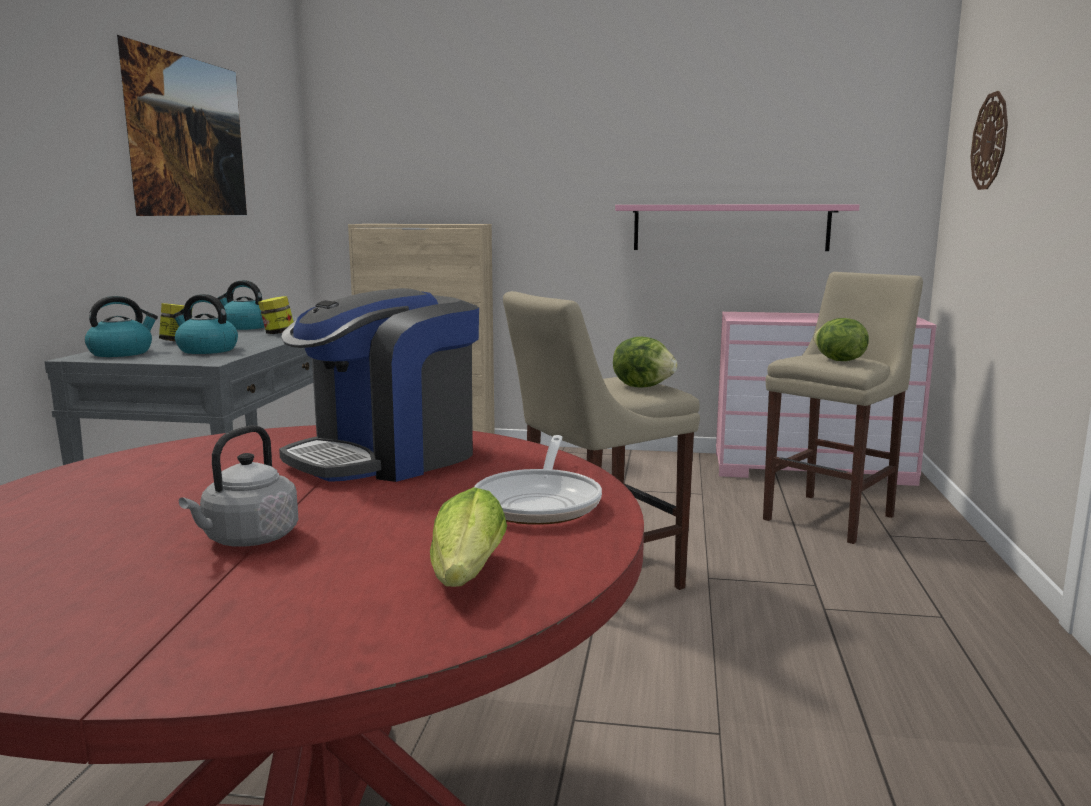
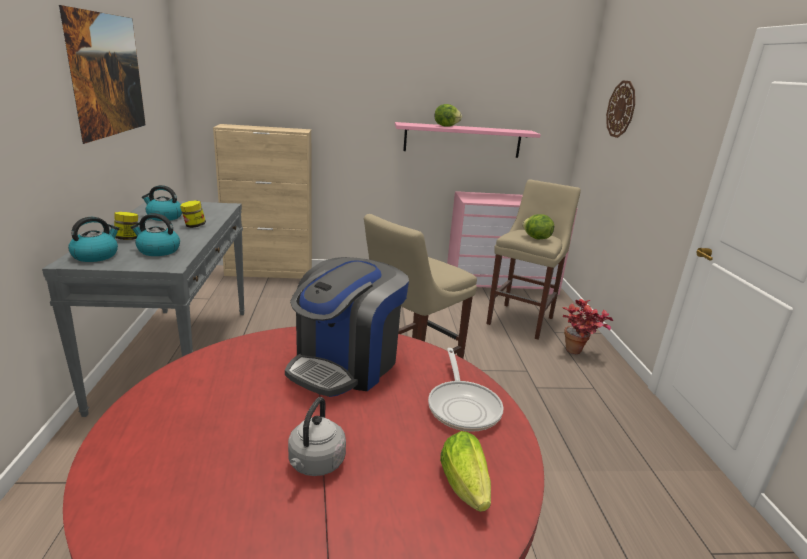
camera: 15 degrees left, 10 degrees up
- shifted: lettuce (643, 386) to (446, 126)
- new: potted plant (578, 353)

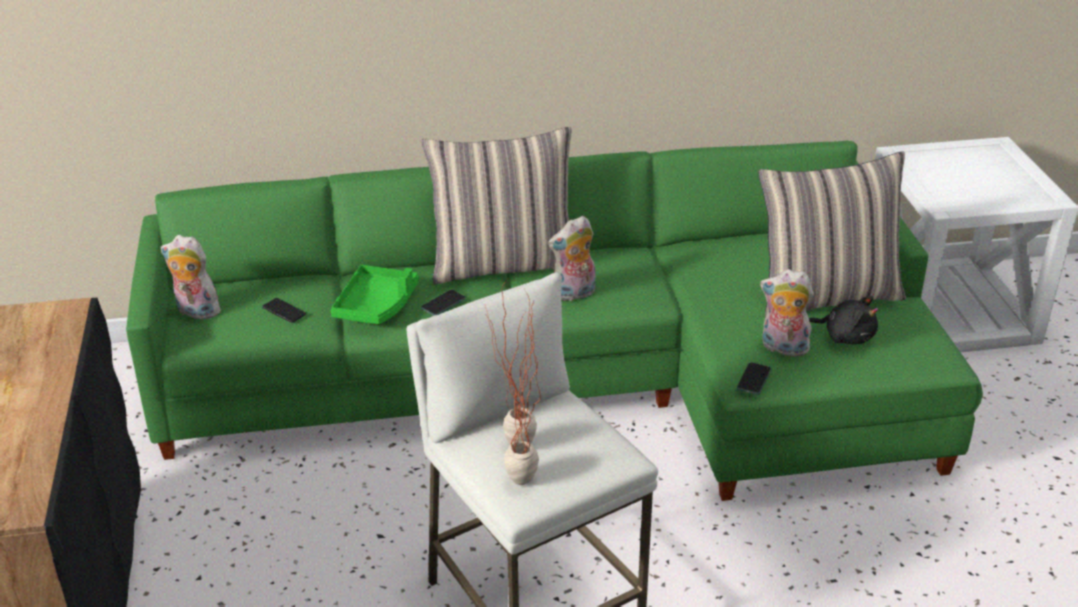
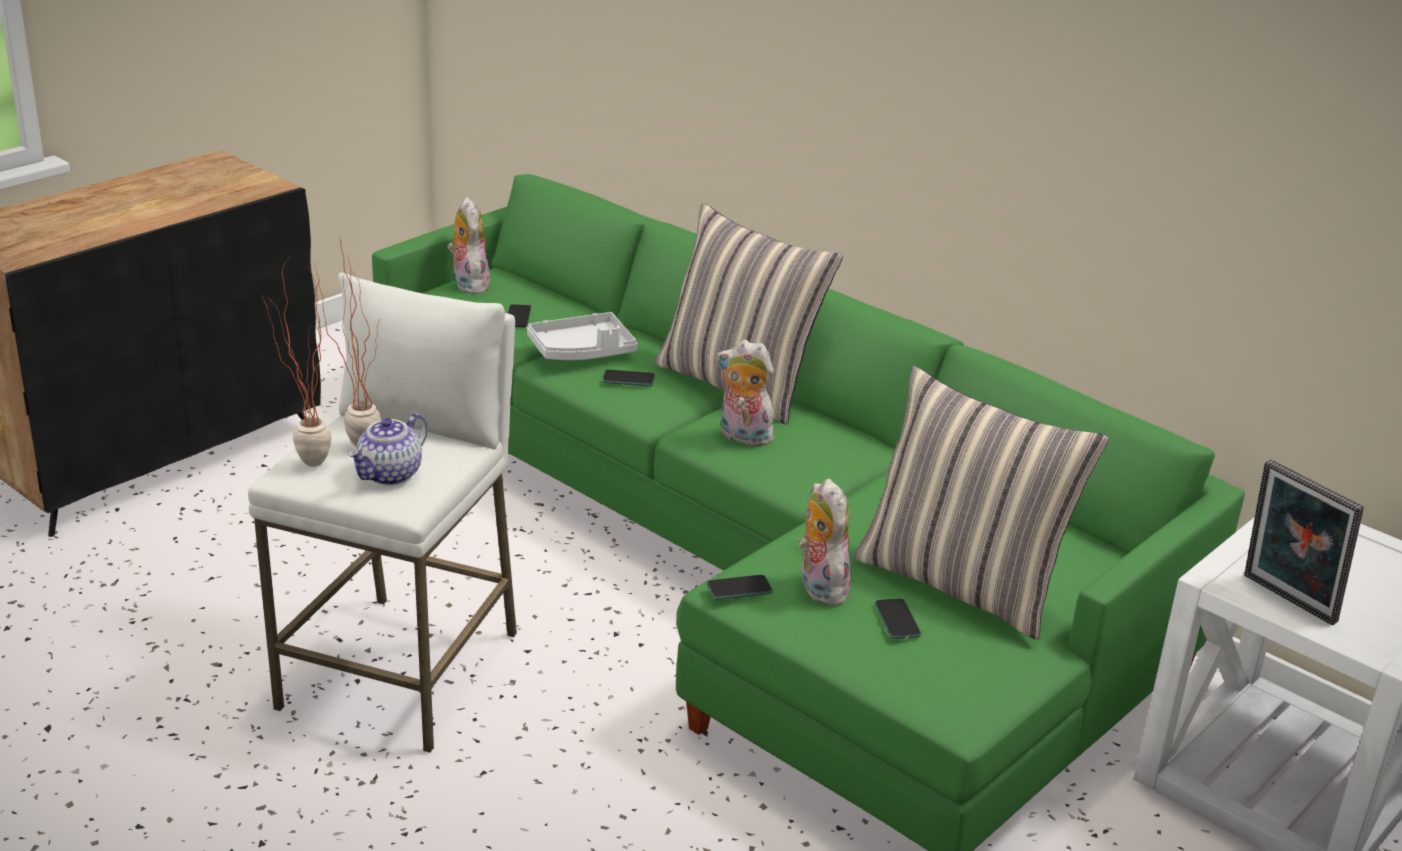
camera: 50 degrees right, 5 degrees down
- repainted: tray in green (377, 305) to tray in grey (582, 351)
- swapped: plush toy in black (845, 336) to phone (897, 620)
- new: teapot (390, 475)
- new: picture frame (1285, 600)

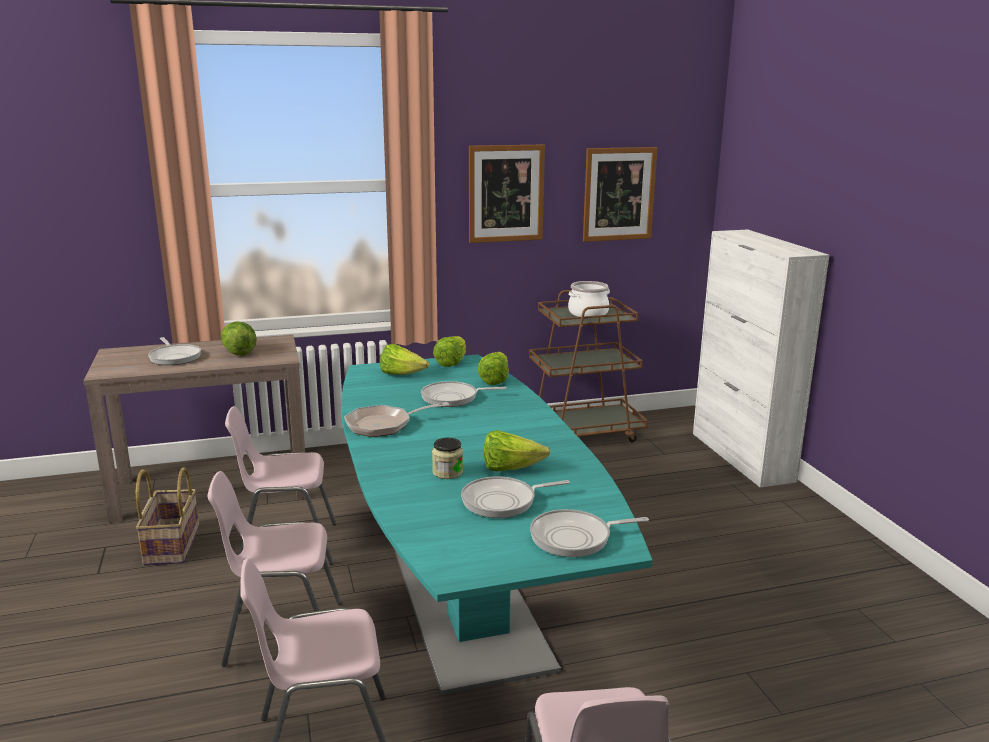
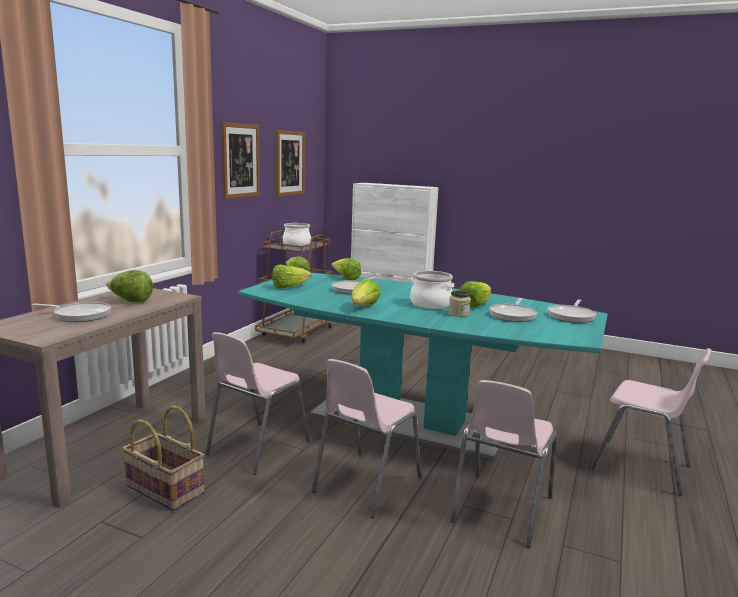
camera: 50 degrees left, 5 degrees down
- swapped: frying pan (384, 425) to lettuce (363, 308)
- new: cooking pot (431, 304)

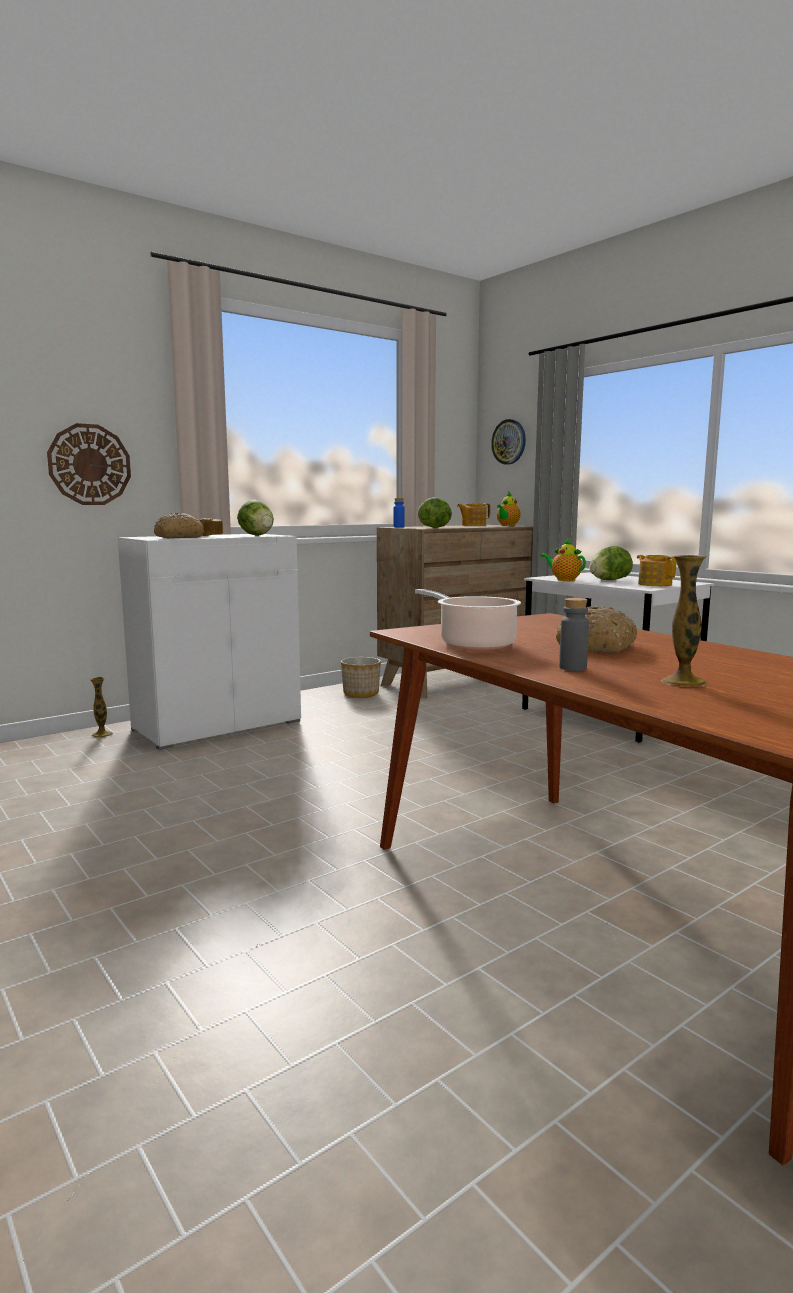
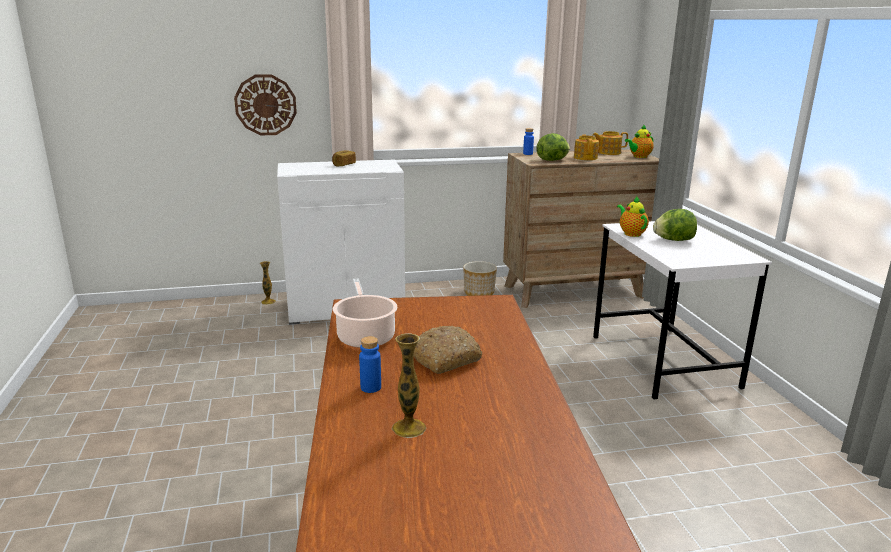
camera: 25 degrees right, 10 degrees up
- gone: wall clock (509, 442)
- gone: lettuce (257, 535)
- gone: bread (178, 537)
- shifted: teapot (654, 584) to (585, 158)
- repainted: bottle in grey (572, 668) to bottle in blue (370, 387)

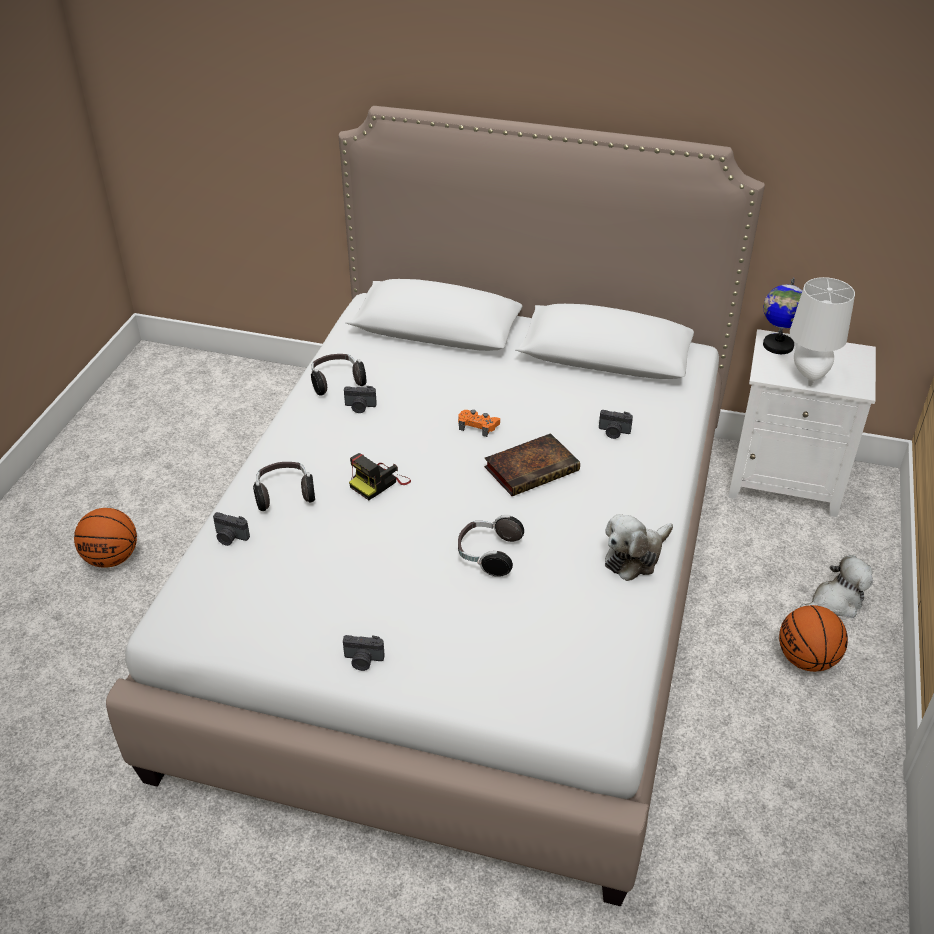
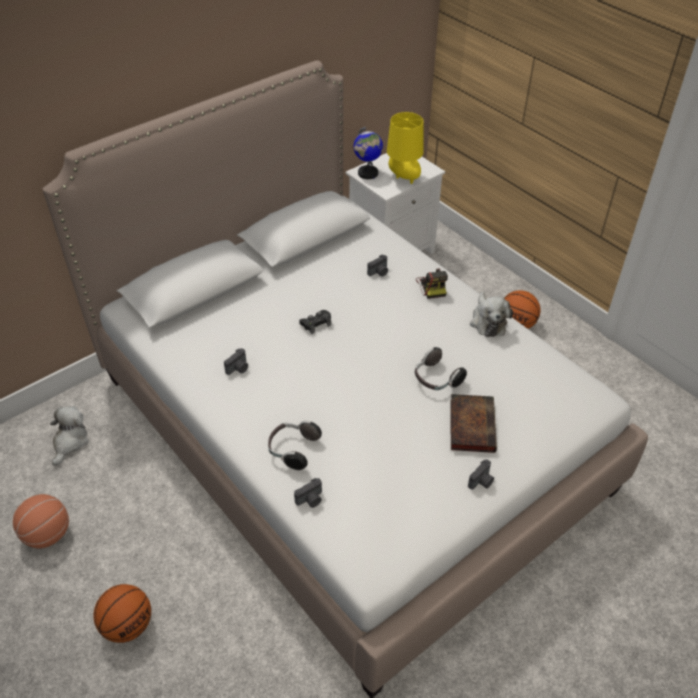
camera: 55 degrees left, 5 degrees up
- repainted: table lamp in white (808, 375) to table lamp in yellow (403, 179)
- gone: headphones (337, 382)
- repainted: game controller in orange (478, 426) to game controller in black (316, 323)
- shifted: book (533, 468) to (471, 424)
- shifted: photo camera (379, 482) to (432, 286)
- shifted: plush toy (835, 602) to (70, 442)
- new: basketball (48, 534)

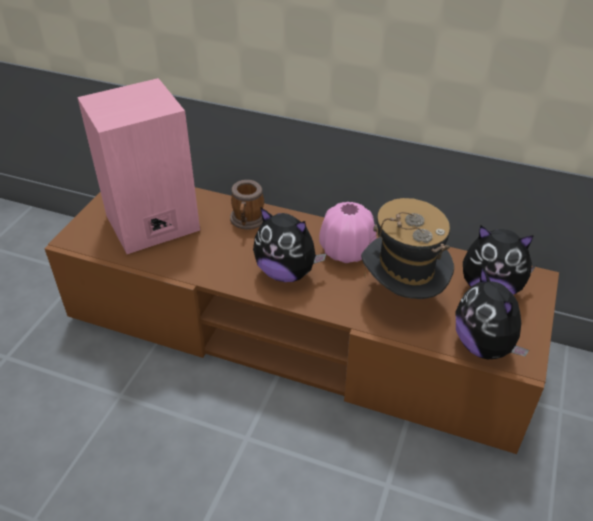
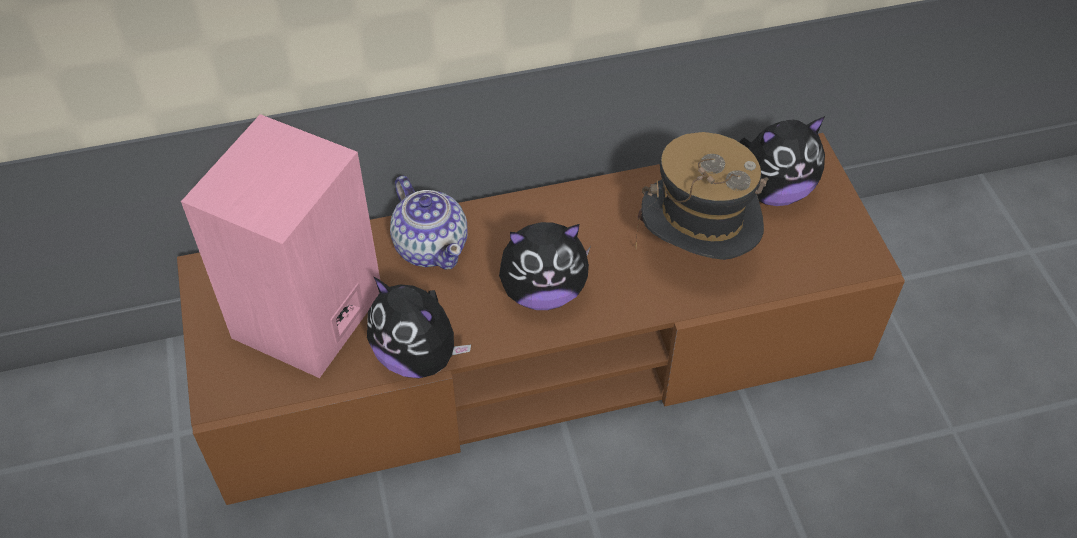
camera: 35 degrees left, 10 degrees up
- swapped: mug (248, 221) to teapot (431, 246)
- gone: vase in pink (347, 251)
- shifted: plush toy (484, 345) to (418, 356)

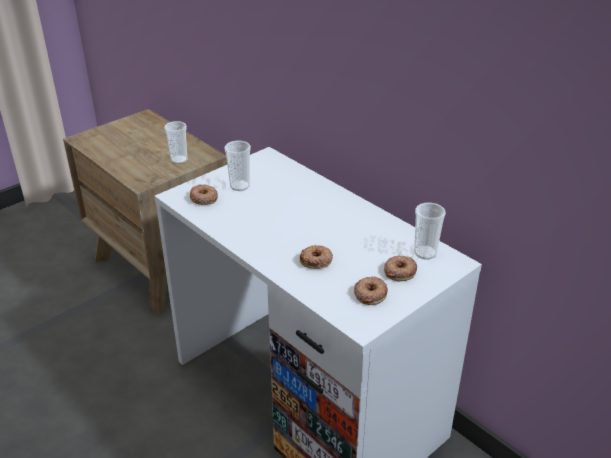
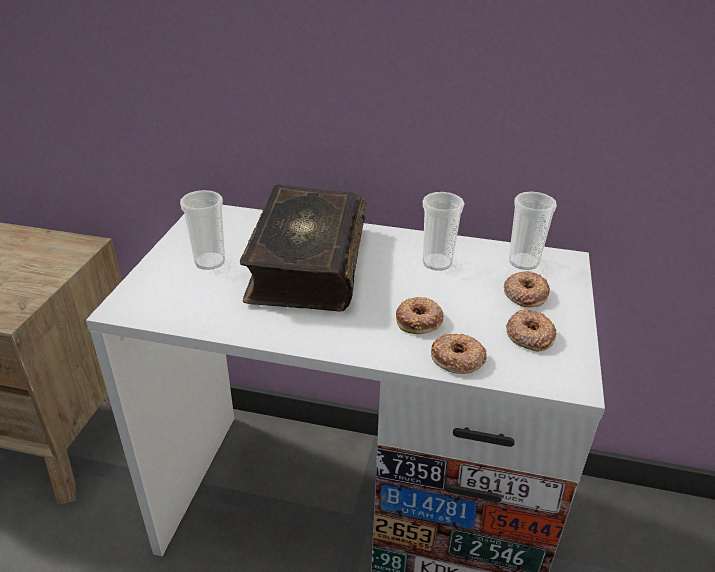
camera: 35 degrees left, 0 degrees up
- shifted: cup (179, 160) to (437, 262)
- shifted: donut (203, 198) to (457, 358)
- new: book (306, 264)

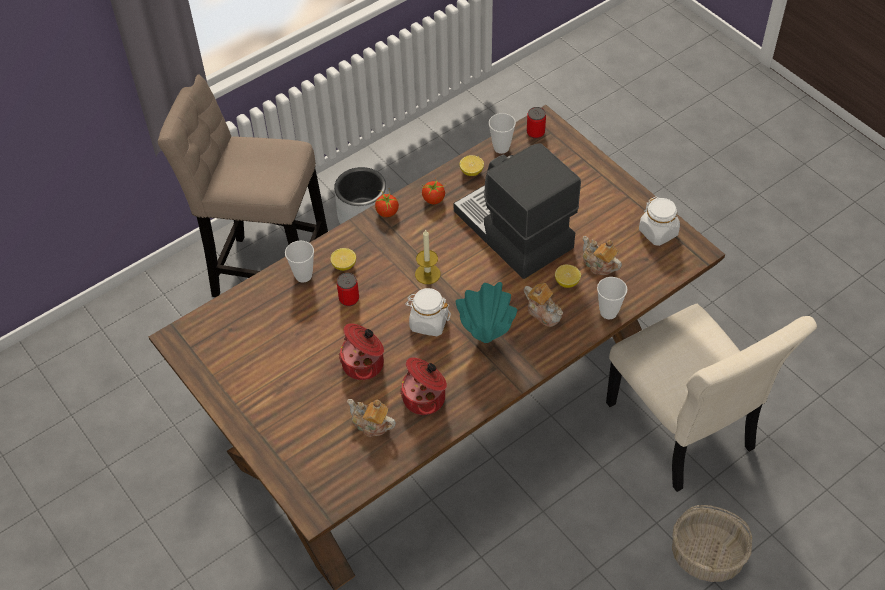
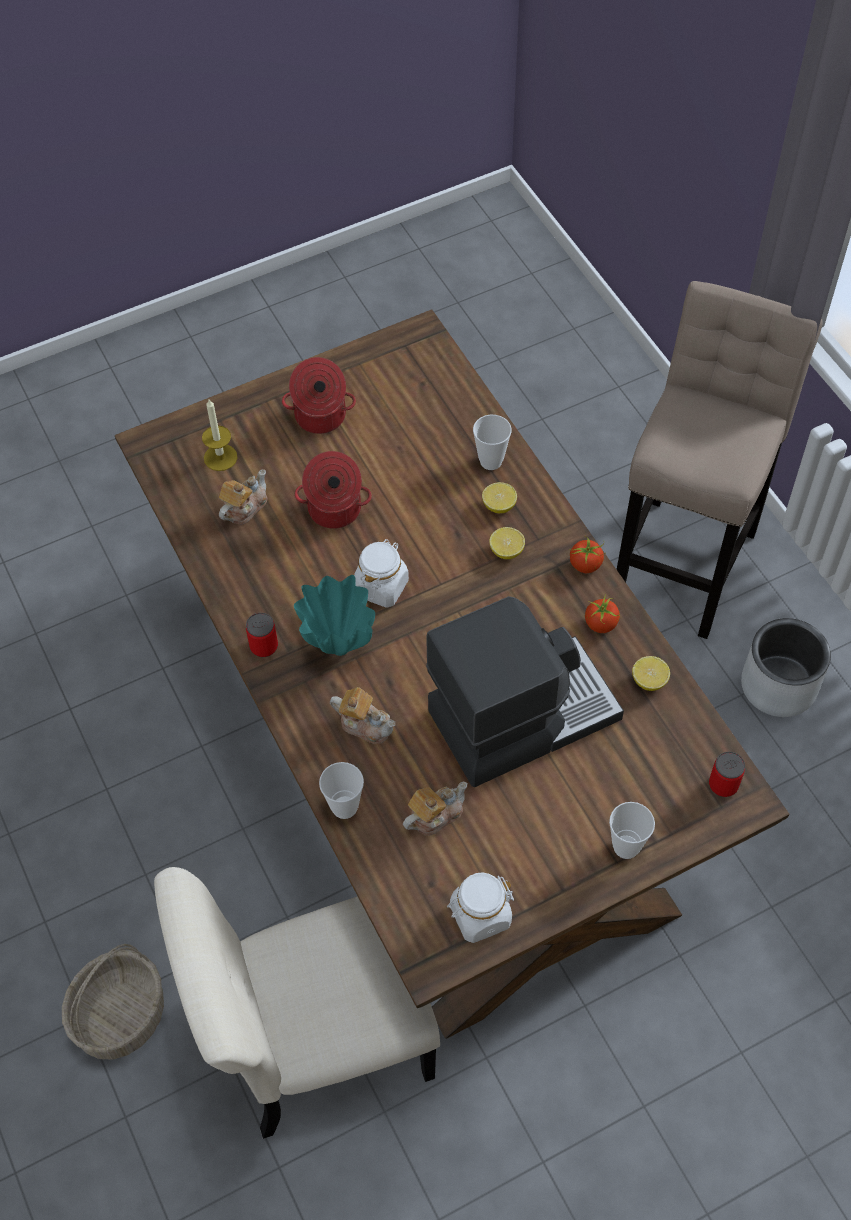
camera: 100 degrees right, 5 degrees up
- shifted: cup (501, 148) to (626, 847)
- shifted: candle (427, 274) to (220, 457)
- shifted: lemon (567, 282) to (506, 551)
- shifted: can (349, 299) to (264, 646)
- rotated: teapot (543, 312) = (365, 724) 120 degrees counterclockwise
- shifted: cooking pot (425, 398) to (320, 417)

